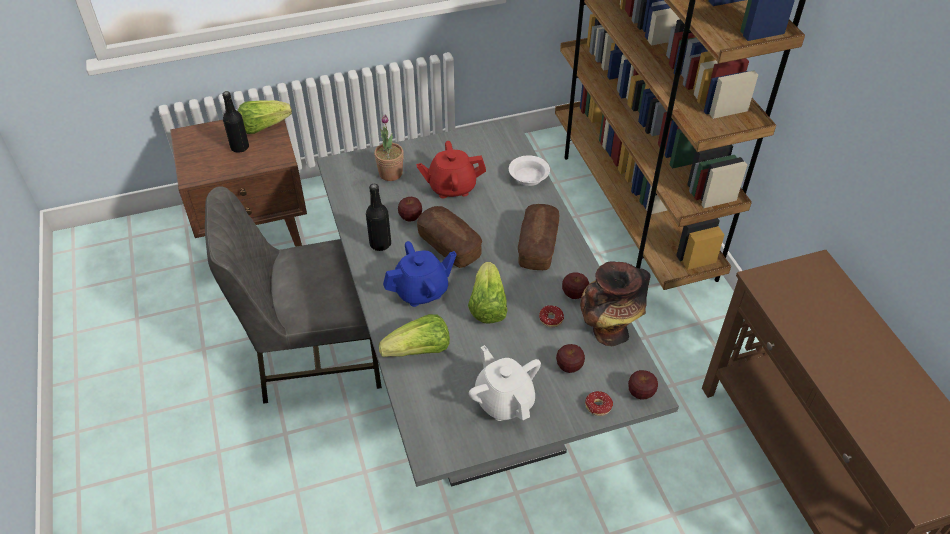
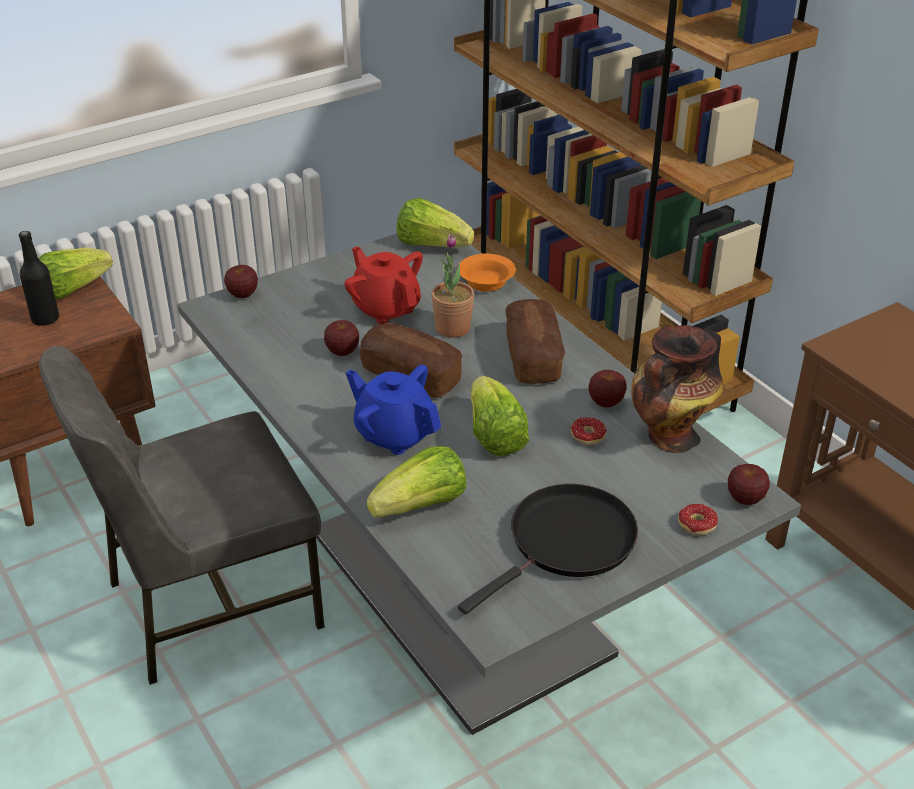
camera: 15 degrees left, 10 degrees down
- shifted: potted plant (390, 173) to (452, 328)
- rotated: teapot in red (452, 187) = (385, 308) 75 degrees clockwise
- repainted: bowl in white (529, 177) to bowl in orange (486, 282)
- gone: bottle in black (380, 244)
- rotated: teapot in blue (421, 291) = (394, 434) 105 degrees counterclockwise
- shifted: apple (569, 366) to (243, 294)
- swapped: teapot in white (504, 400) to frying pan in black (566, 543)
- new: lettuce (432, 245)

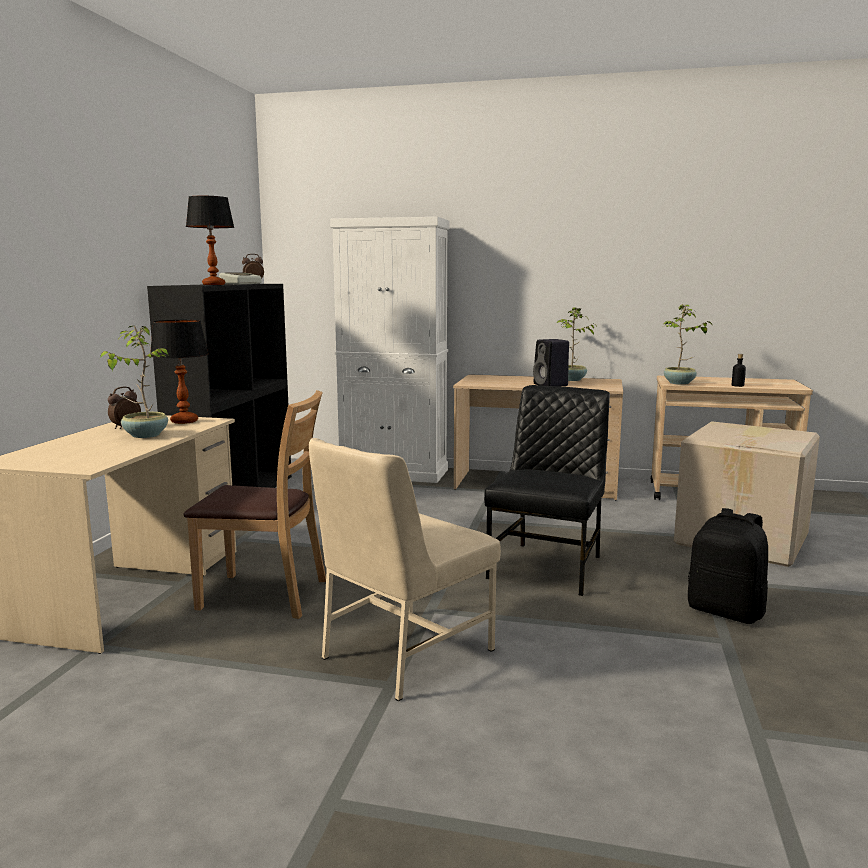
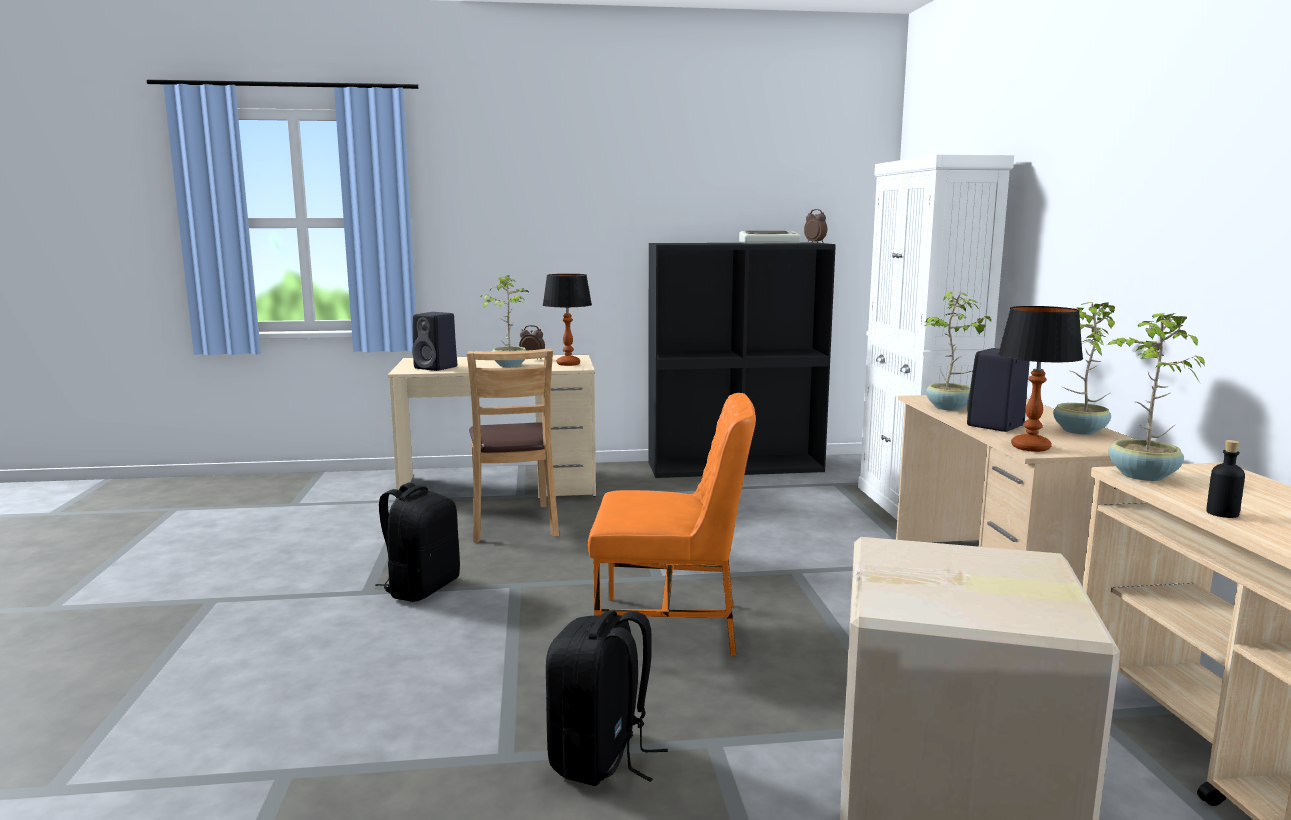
camera: 70 degrees right, 0 degrees up
- shifted: table lamp (213, 284) to (1030, 447)
- repainted: chair in black (548, 566) to chair in orange (671, 627)
- swapped: chair in beige (404, 653) to backpack in black (421, 588)
- new: potted plant (950, 408)
- new: speaker in black (437, 367)

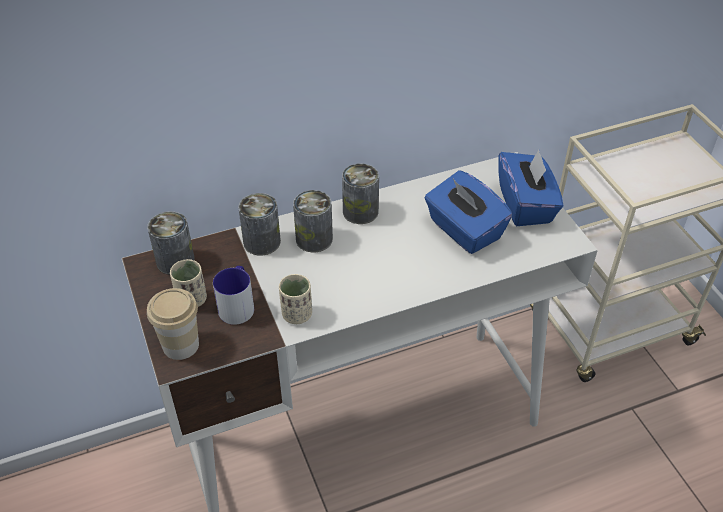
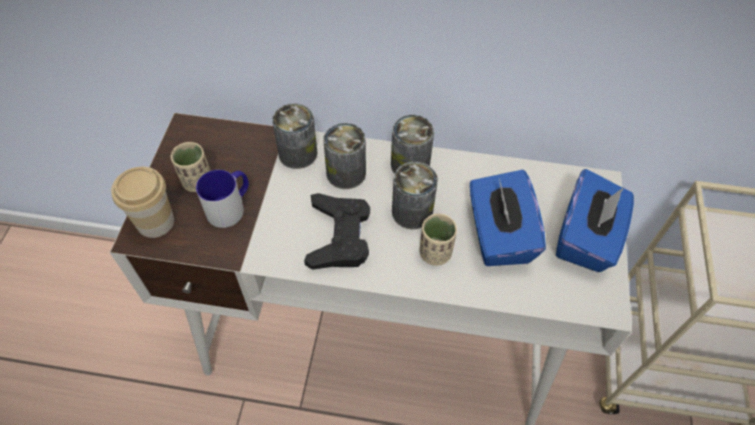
camera: 30 degrees right, 10 degrees up
- shifted: can (175, 261) to (412, 212)
- shifted: cup in beige (297, 314) to (435, 253)
- new: game controller in black (339, 236)

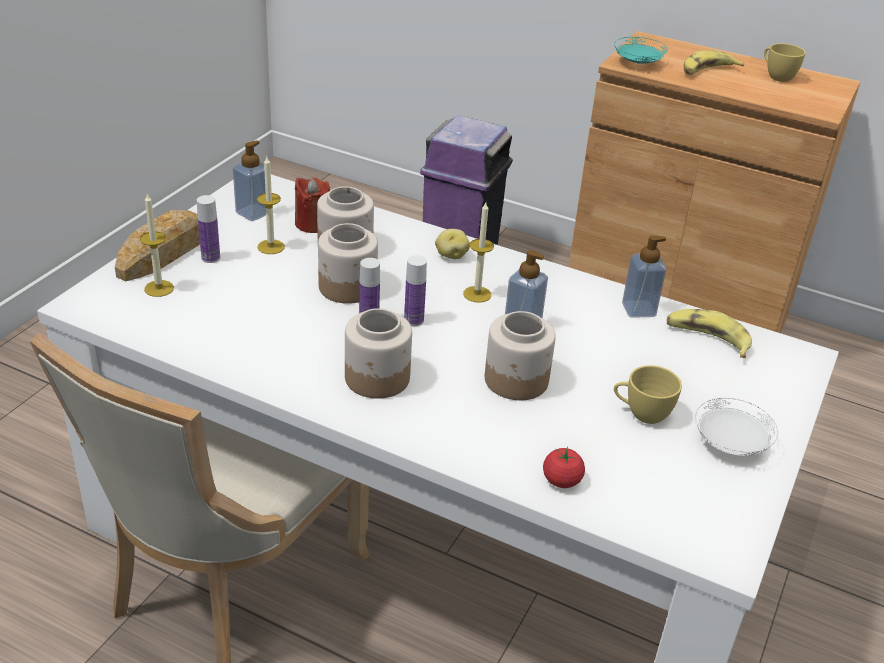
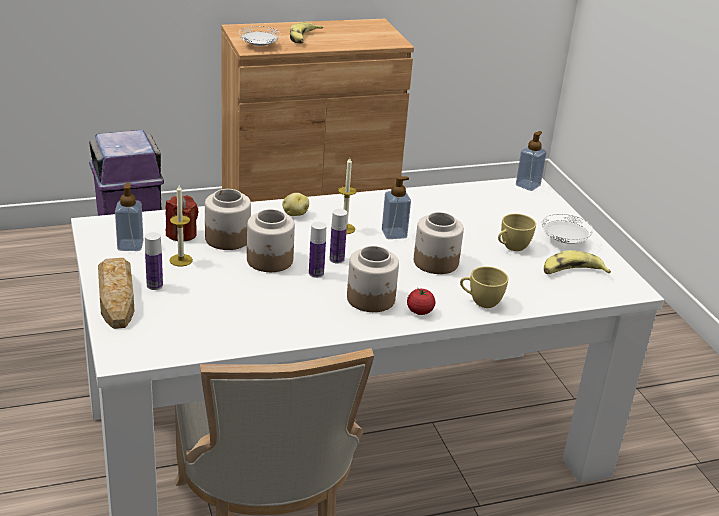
camera: 45 degrees left, 5 degrees down
- repainted: plate in turquoise (637, 63) to plate in white (259, 46)
- shifted: cup in yellow (776, 76) to (480, 301)
- gone: candle (159, 288)
- shifted: soap dispenser (638, 309) to (528, 185)
- shifted: banana (707, 339) to (571, 272)
- shifted: tomato (561, 480) to (420, 311)

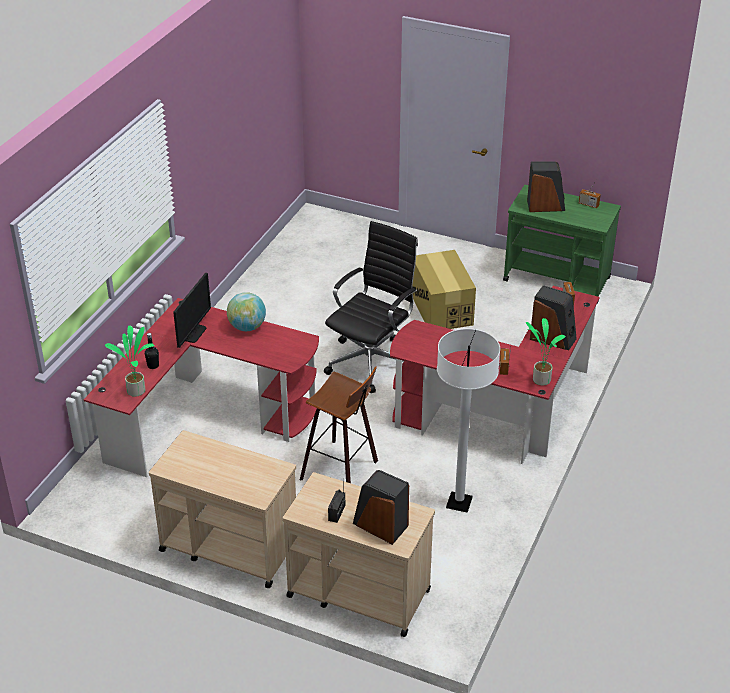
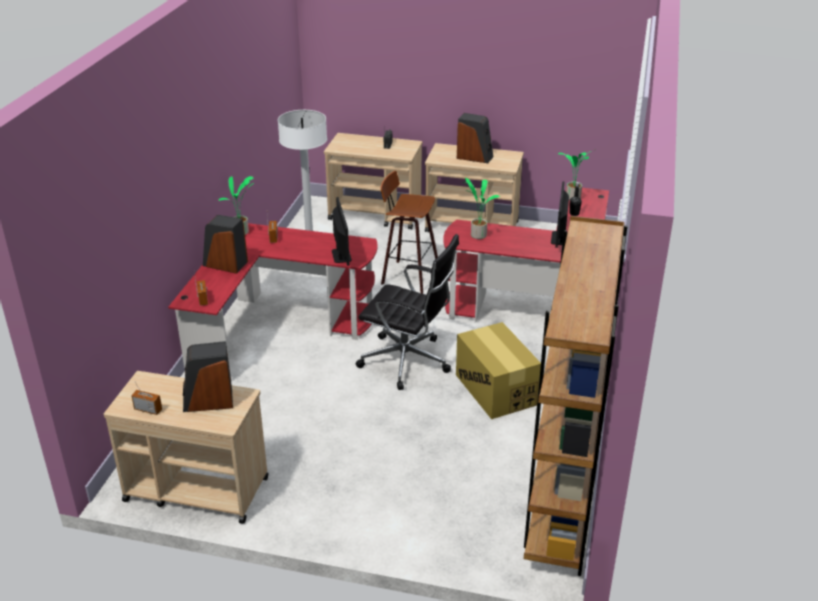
camera: 170 degrees right, 5 degrees down
- repainted: cart in green (557, 279) to cart in beige (195, 489)
- rotated: office chair in black (372, 361) = (408, 362) 90 degrees counterclockwise
- shifted: cardboard box (441, 308) to (495, 390)
- gone: globe (247, 327)
- shifted: speaker (380, 526) to (474, 157)
- new: potted plant (478, 235)
- new: monitor (341, 255)
- new: bookcase in brown (561, 502)

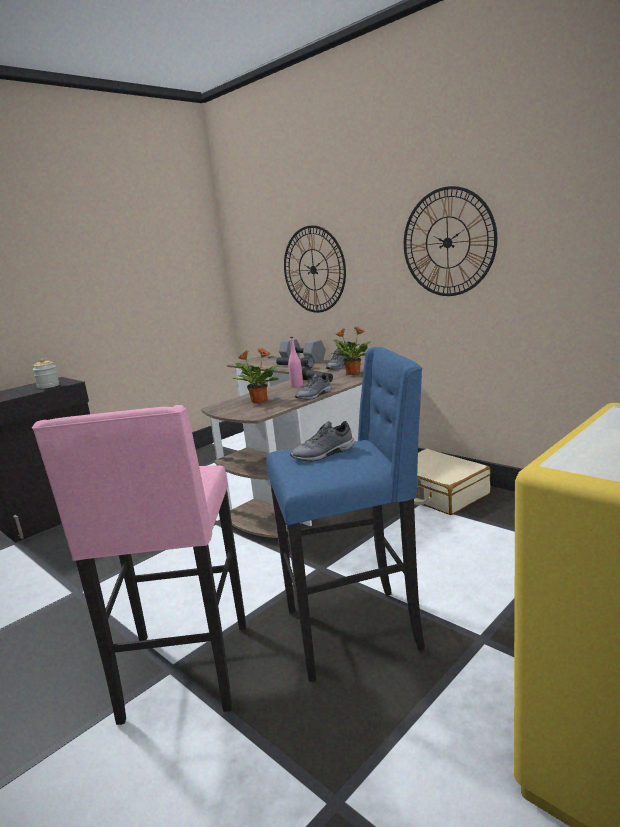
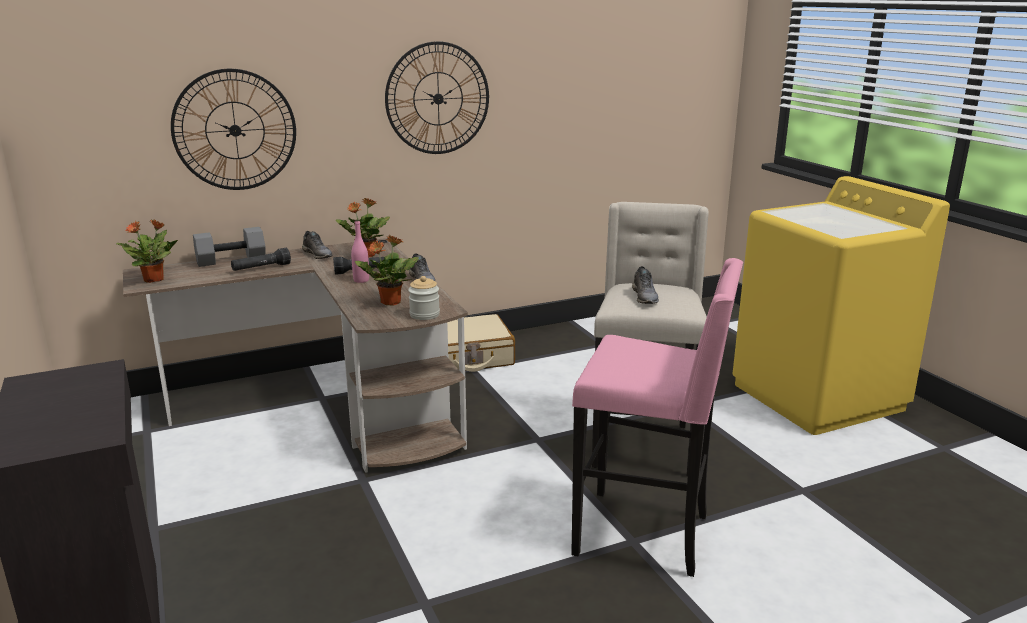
camera: 70 degrees left, 5 degrees up
- repainted: stool in blue (356, 630) to stool in beige (642, 445)
- shifted: jar (48, 386) to (424, 315)
- new: potted plant (154, 279)

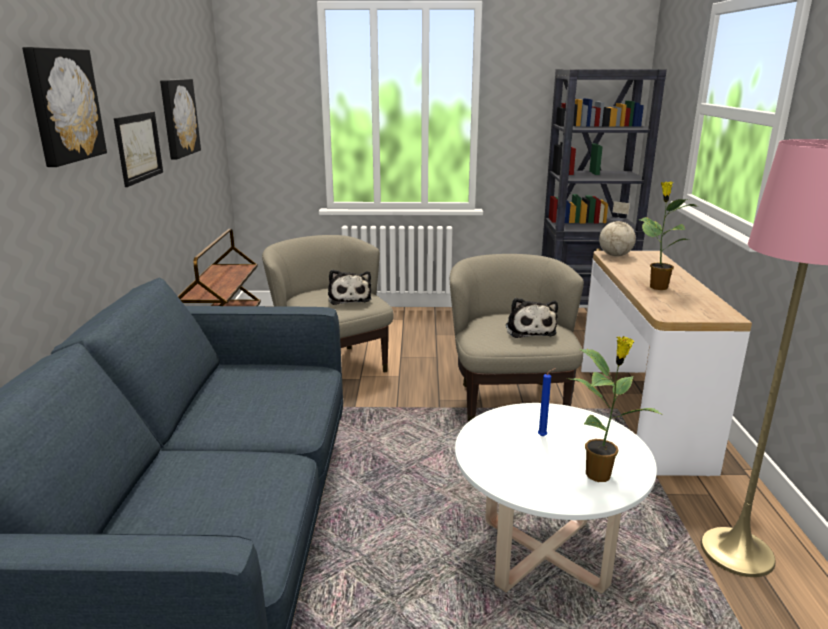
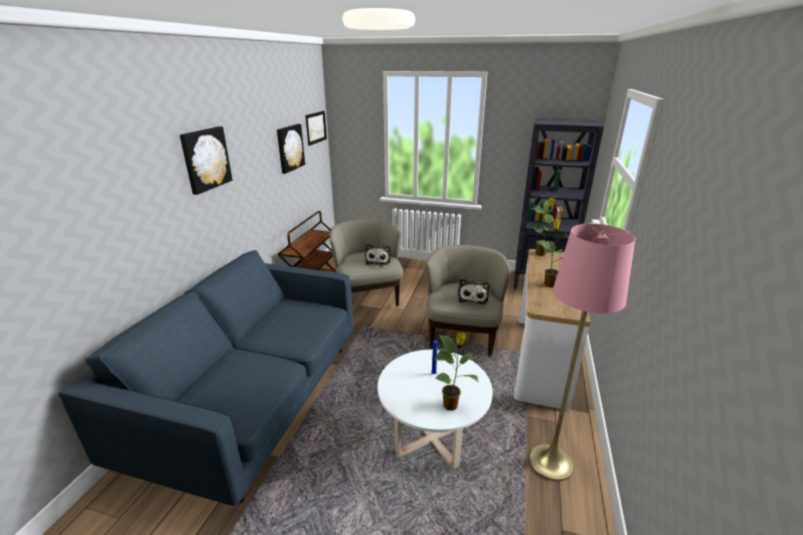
camera: 15 degrees right, 5 degrees up
- shifted: picture (139, 147) to (316, 127)
- swapped: globe (615, 255) to potted plant (541, 254)

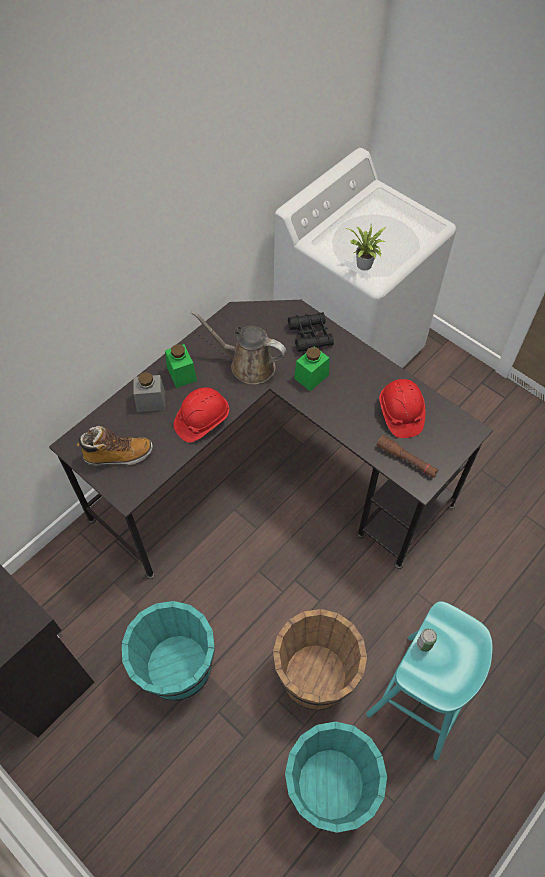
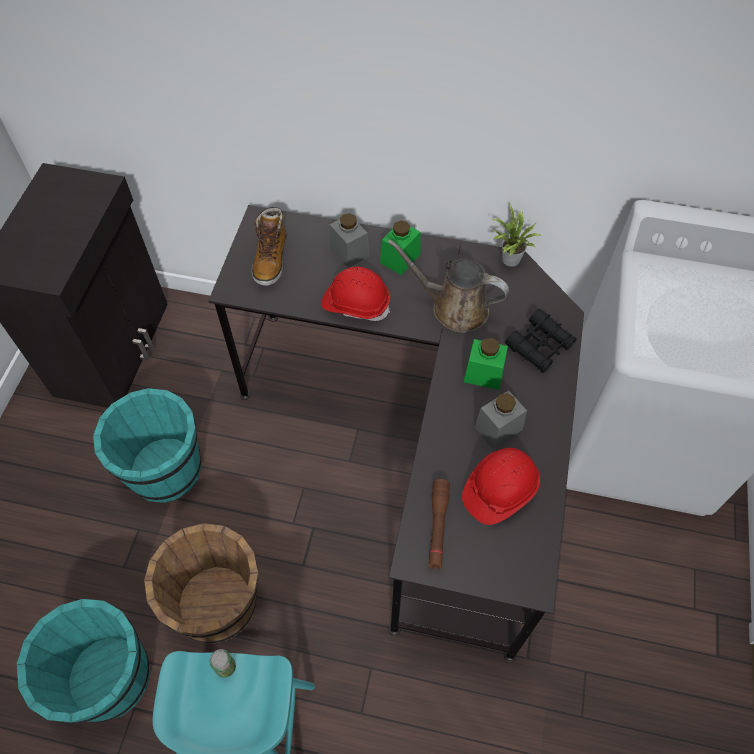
camera: 60 degrees right, 0 degrees up
- shifted: potted plant (364, 266) to (508, 260)
- rotated: watering can in brown (248, 365) = (454, 308) 60 degrees counterclockwise
- rotated: boot (118, 455) = (271, 259) 45 degrees clockwise
- new: jar in grey (498, 428)

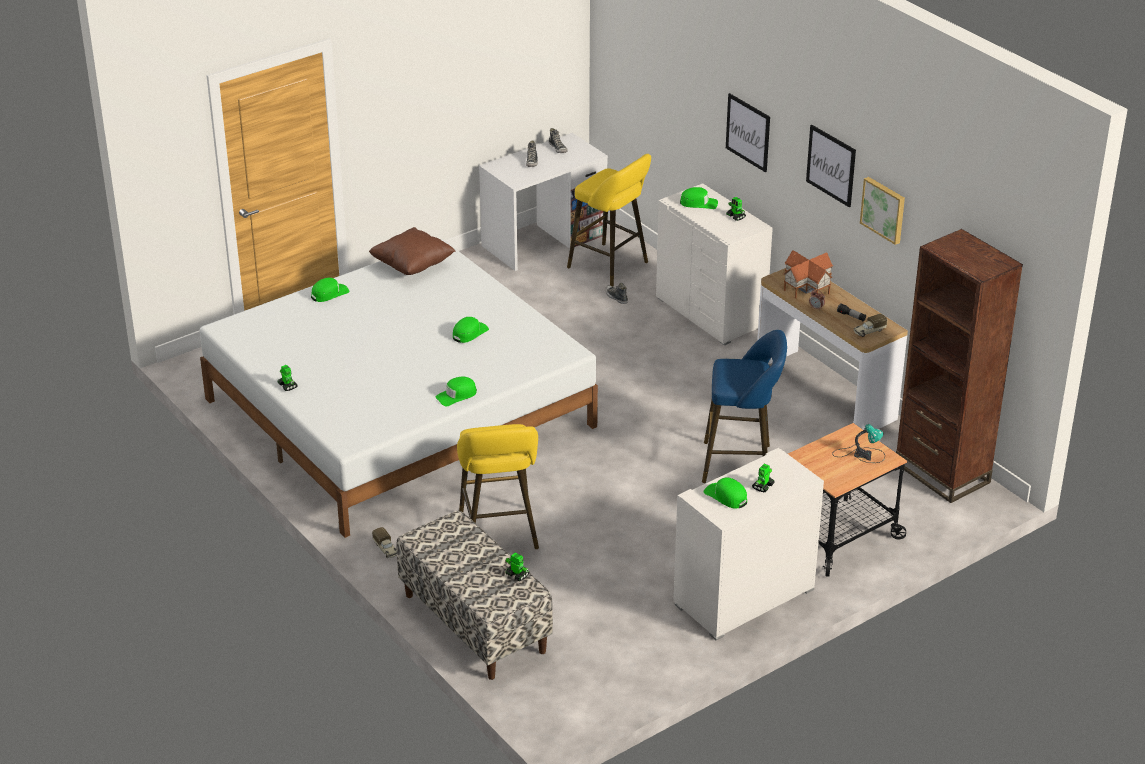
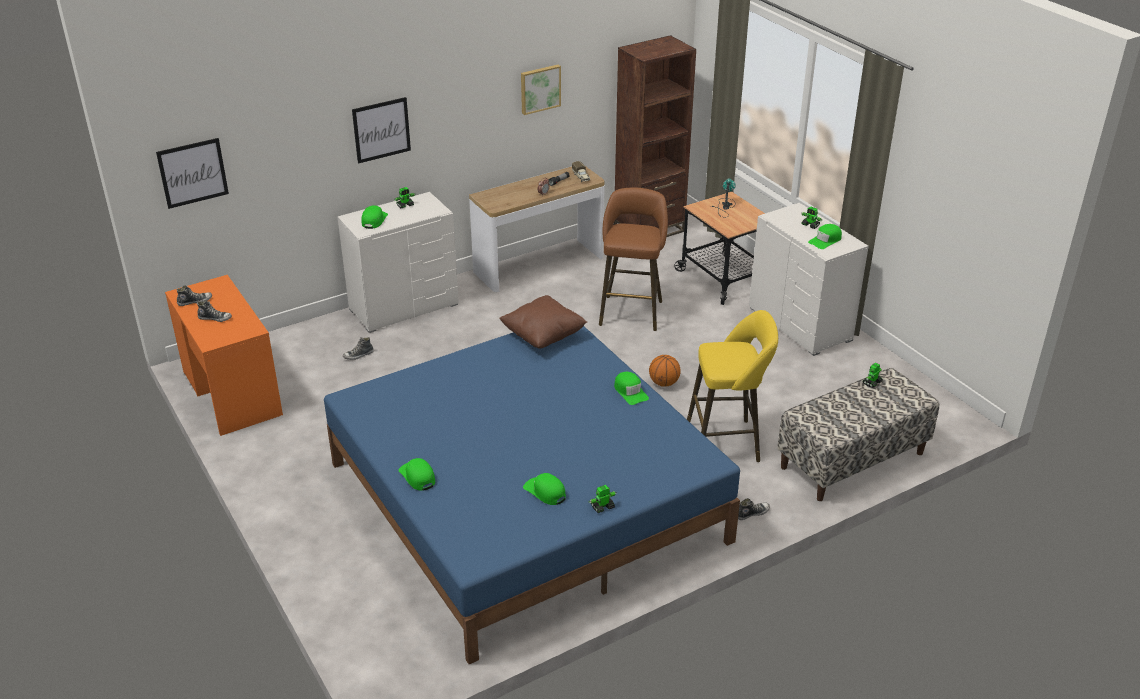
camera: 85 degrees left, 0 degrees up
- shifted: picture (831, 165) to (193, 173)
- repainted: desk in white (544, 240) to desk in orange (231, 393)
- gone: stool in yellow (611, 266)
- shifted: pillow in brown (412, 266) to (543, 336)
- repainted: bed in white (399, 412) to bed in blue (525, 501)
- gone: toy house (806, 286)
- shifted: cap in green (469, 333) to (545, 492)
- repainted: stool in blue (741, 464) to stool in brown (631, 310)
- swapped: toy truck (386, 549) to shoe (752, 513)
- new: basketball (664, 383)

